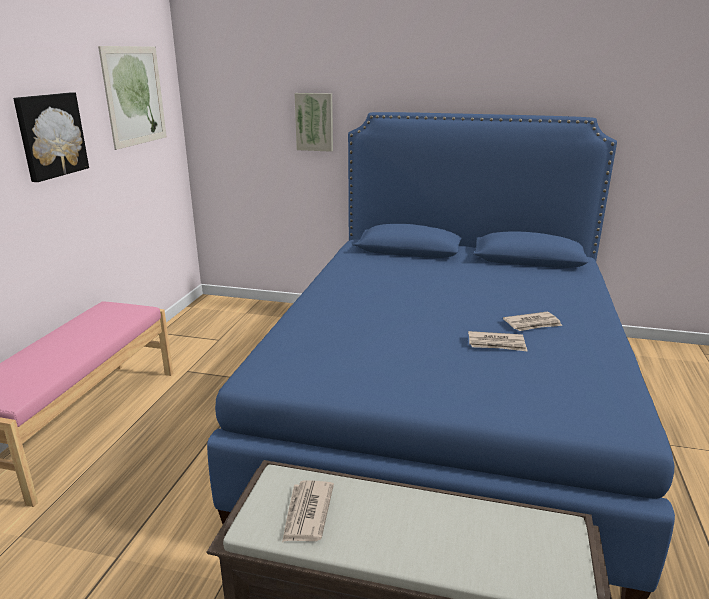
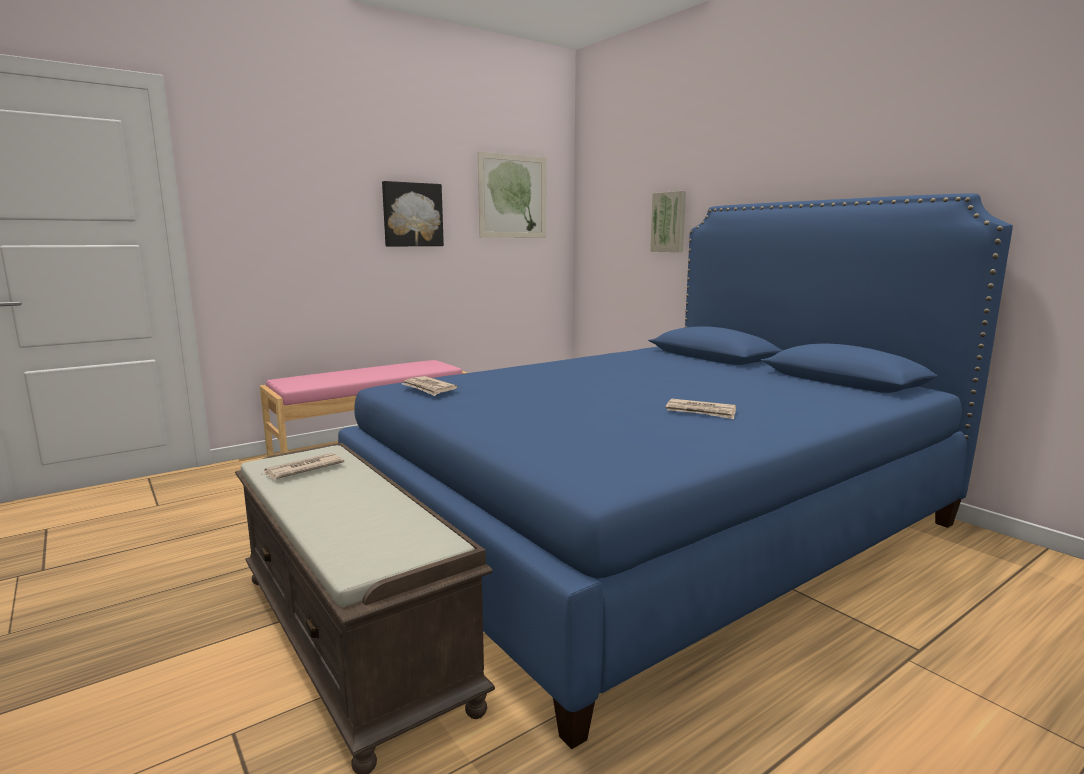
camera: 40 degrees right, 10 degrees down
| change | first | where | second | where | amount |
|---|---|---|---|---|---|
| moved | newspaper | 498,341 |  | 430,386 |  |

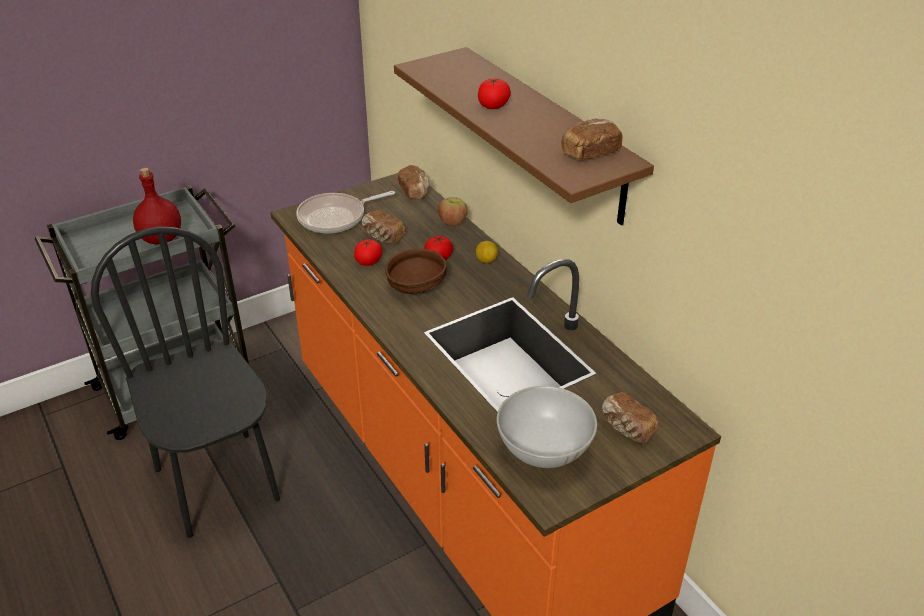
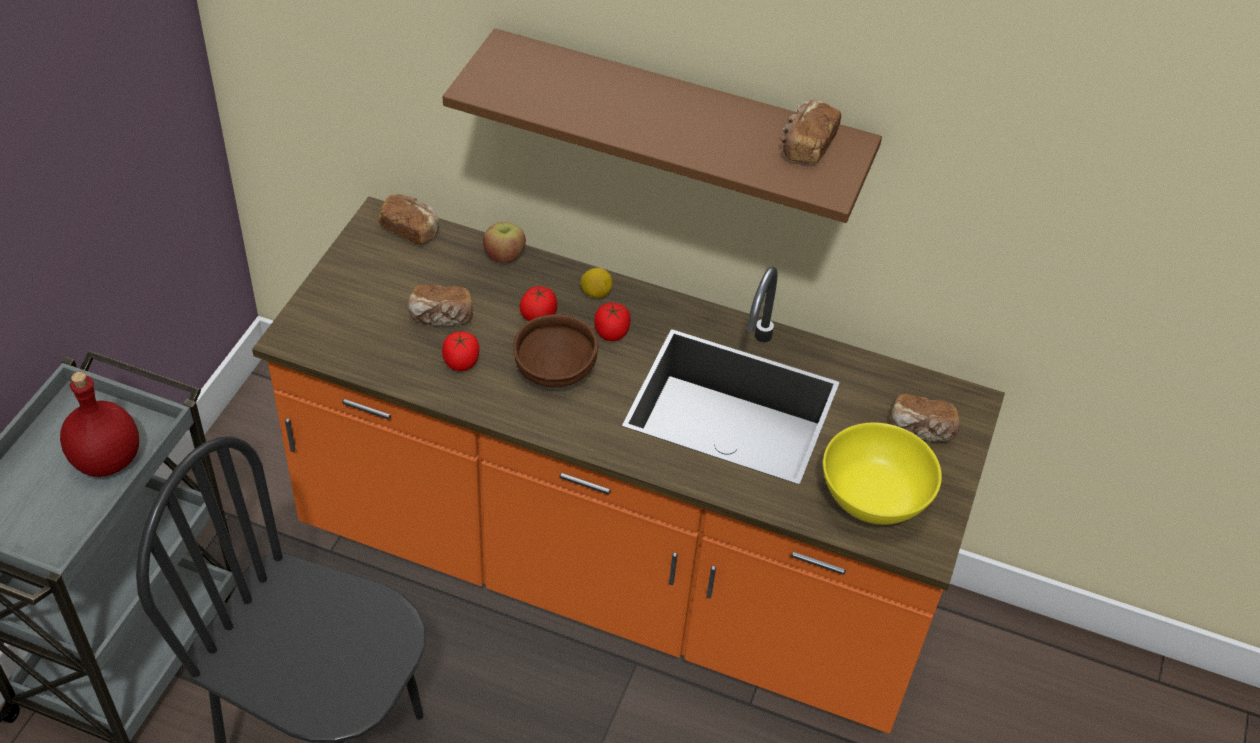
camera: 40 degrees left, 10 degrees up
| change | first | where | second | where | amount |
|---|---|---|---|---|---|
| removed | frying pan | 345,212 |  |  |  |
| moved | tomato | 494,94 |  | 612,321 |  |
| recoloured | white bowl | 547,427 | yellow bowl | 882,474 |  |

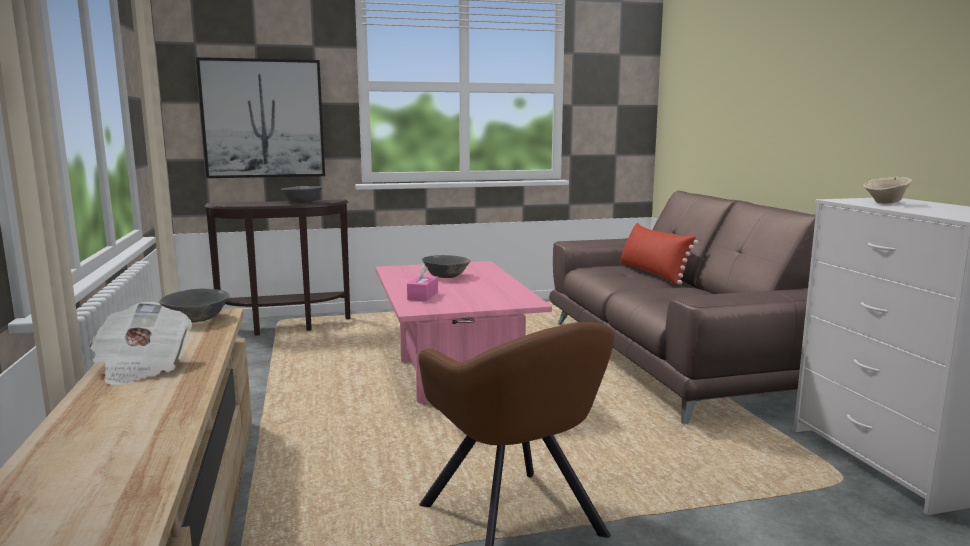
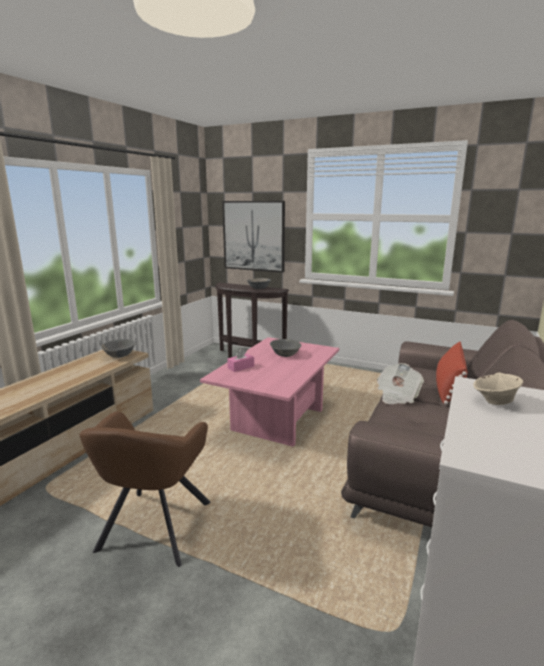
camera: 40 degrees right, 5 degrees up
| change | first | where | second | where | amount |
|---|---|---|---|---|---|
| moved | newspaper | 141,343 |  | 400,383 |  |

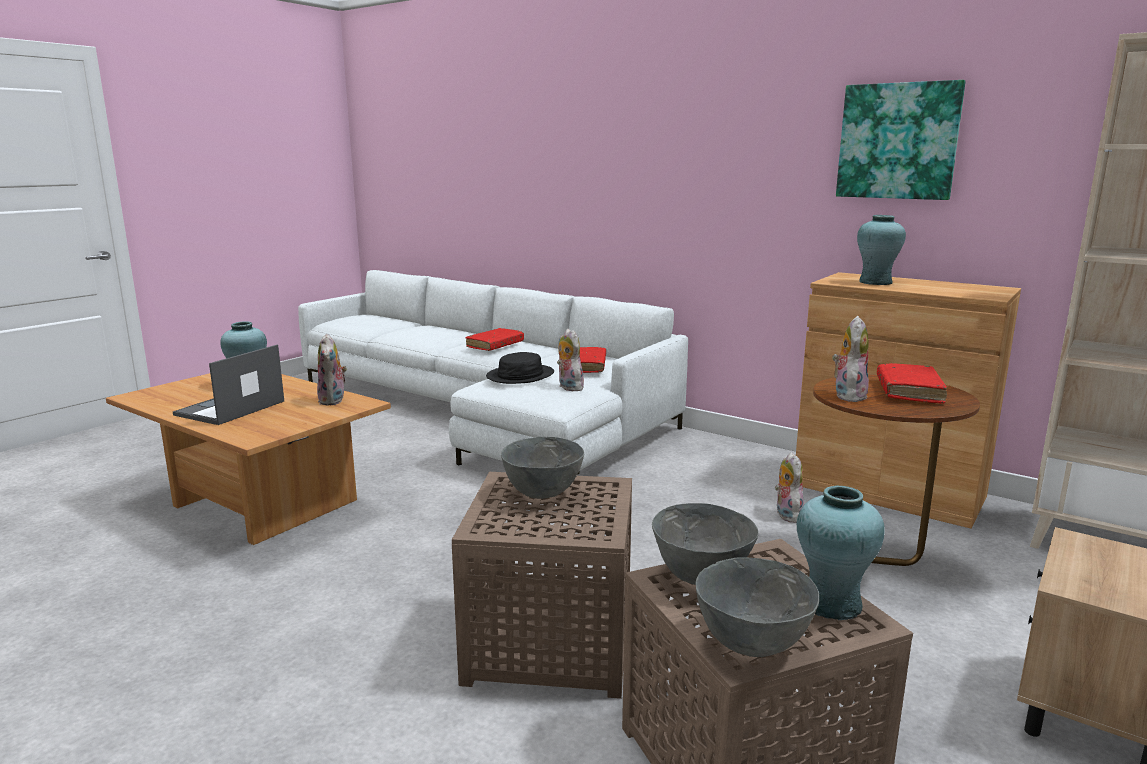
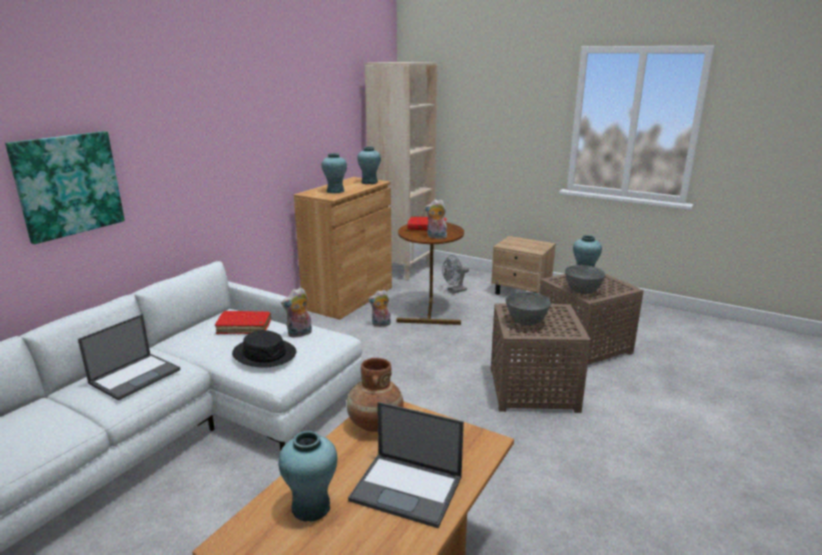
camera: 95 degrees left, 5 degrees up
| change | first | where | second | where | amount |
|---|---|---|---|---|---|
| removed | grey bowl | 757,607 |  |  |  |
| added |  |  | turquoise vase | 369,165 |  |
| added |  |  | grey fan | 455,274 |  |
| moved | picture | 901,140 |  | 65,187 |  |
| replaced | plush toy | 332,370 | brown vase | 375,395 |  |
| replaced | red book | 495,339 | laptop | 129,357 |  |

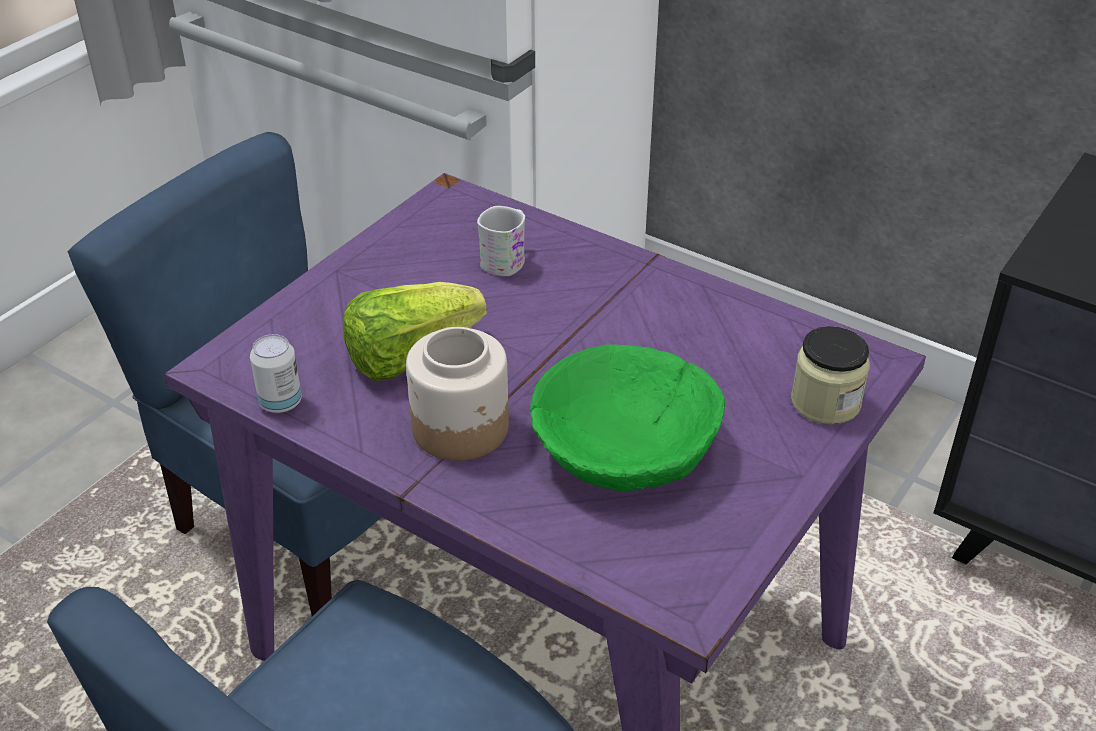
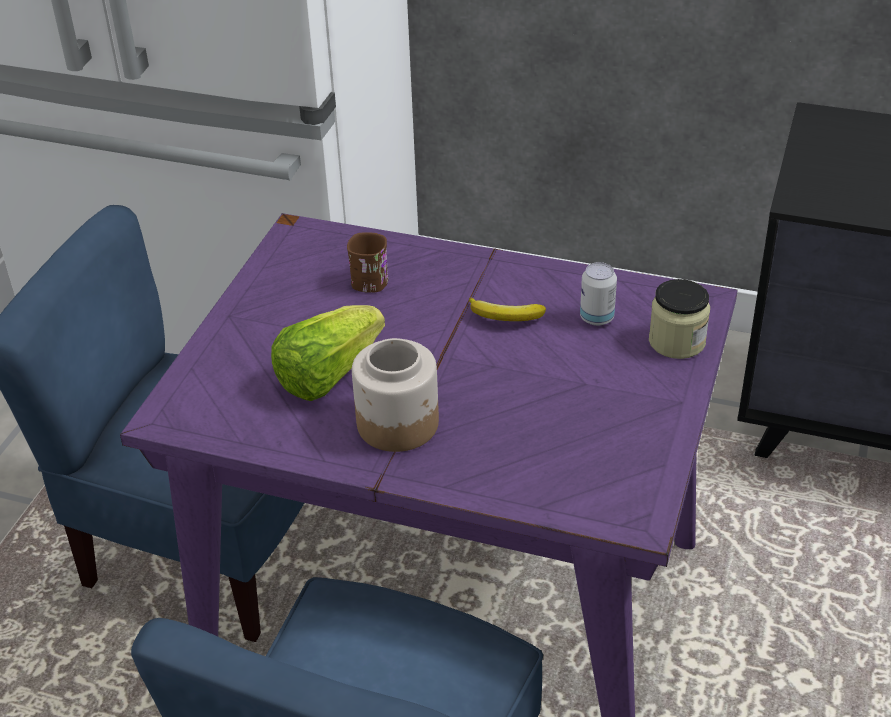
camera: 15 degrees left, 0 degrees up
| change | first | where | second | where | amount |
|---|---|---|---|---|---|
| removed | green bowl | 627,417 |  |  |  |
| added |  |  | banana | 507,309 |  |
| moved | can | 276,373 |  | 598,294 |  |
| recoloured | white mug | 501,241 | brown mug | 367,262 |  |

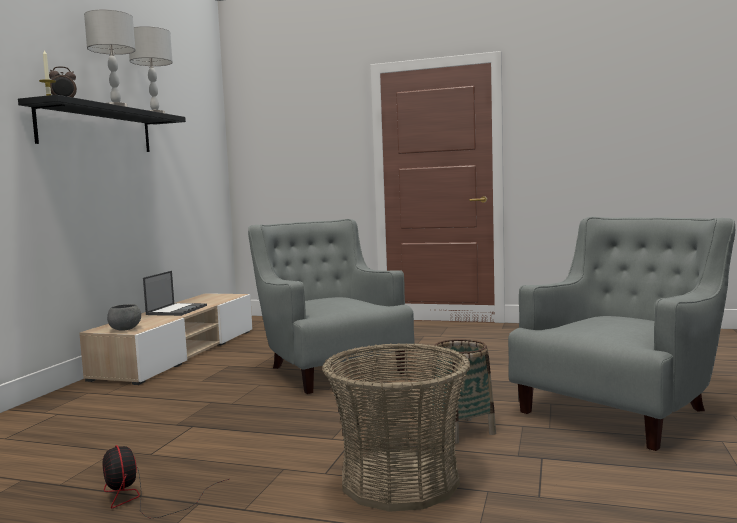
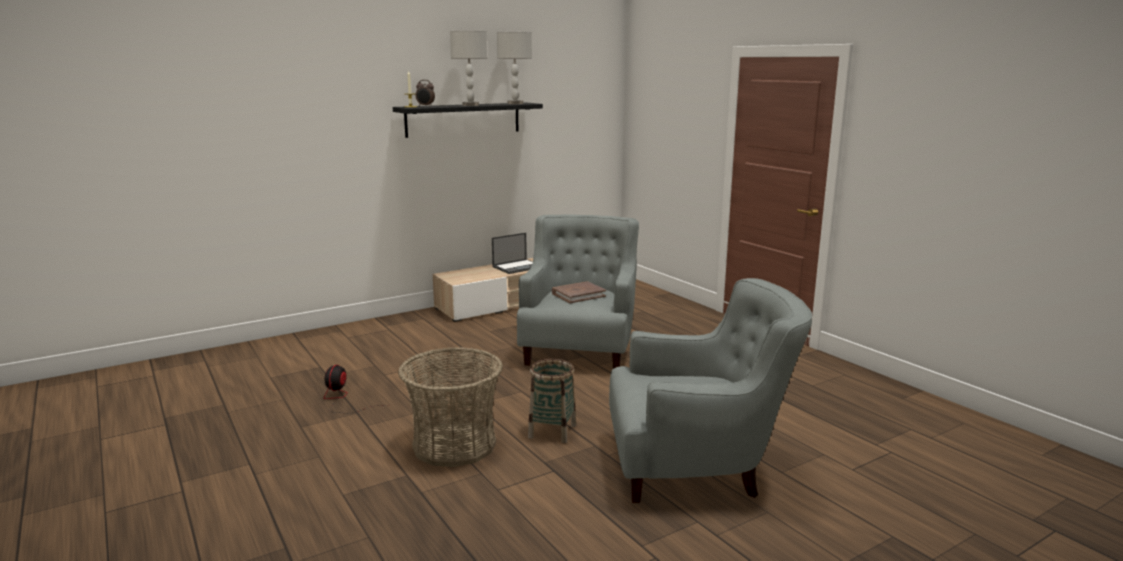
camera: 40 degrees right, 10 degrees up
| change | first | where | second | where | amount |
|---|---|---|---|---|---|
| removed | grey bowl | 124,317 |  |  |  |
| added |  |  | brown book | 579,292 |  |

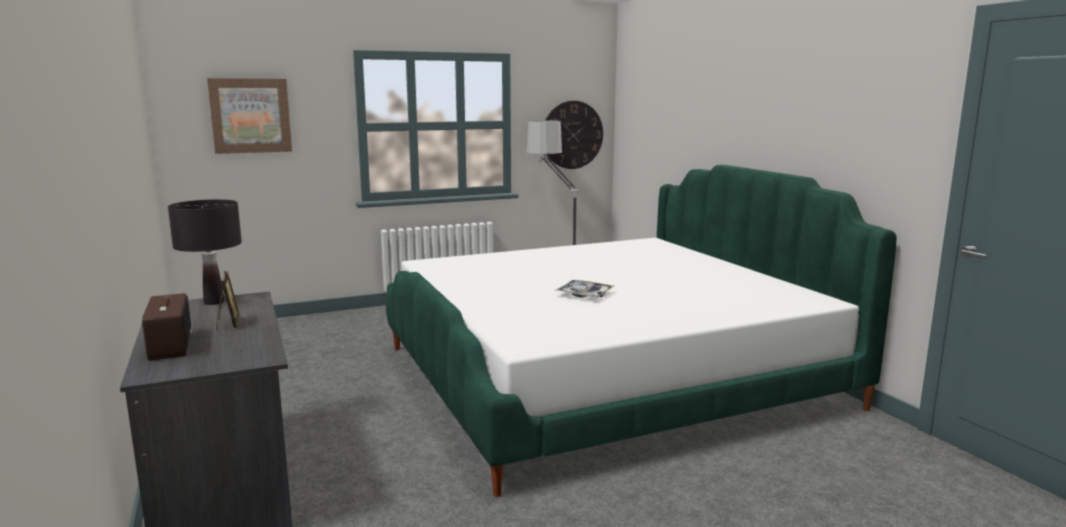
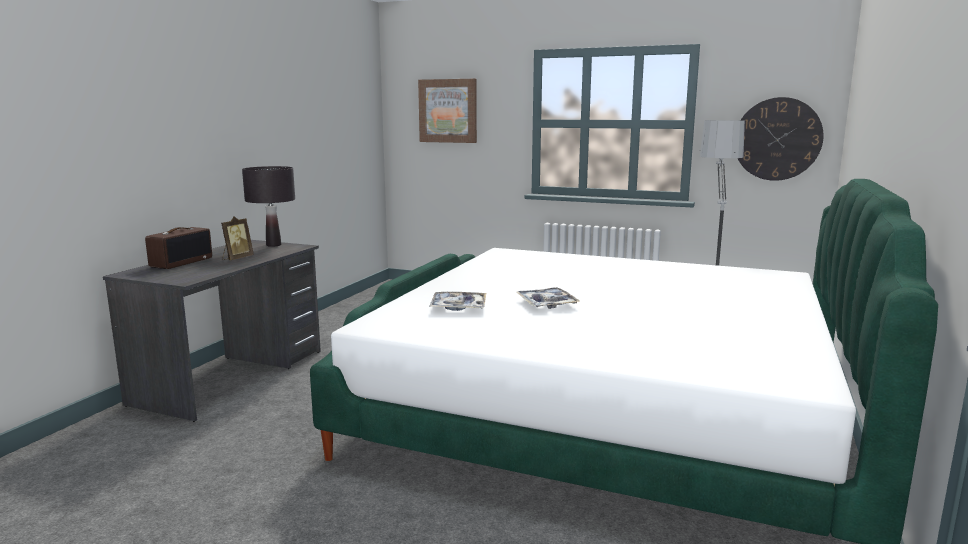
camera: 45 degrees right, 0 degrees up
| change | first | where | second | where | amount |
|---|---|---|---|---|---|
| added |  |  | tray | 457,301 |  |

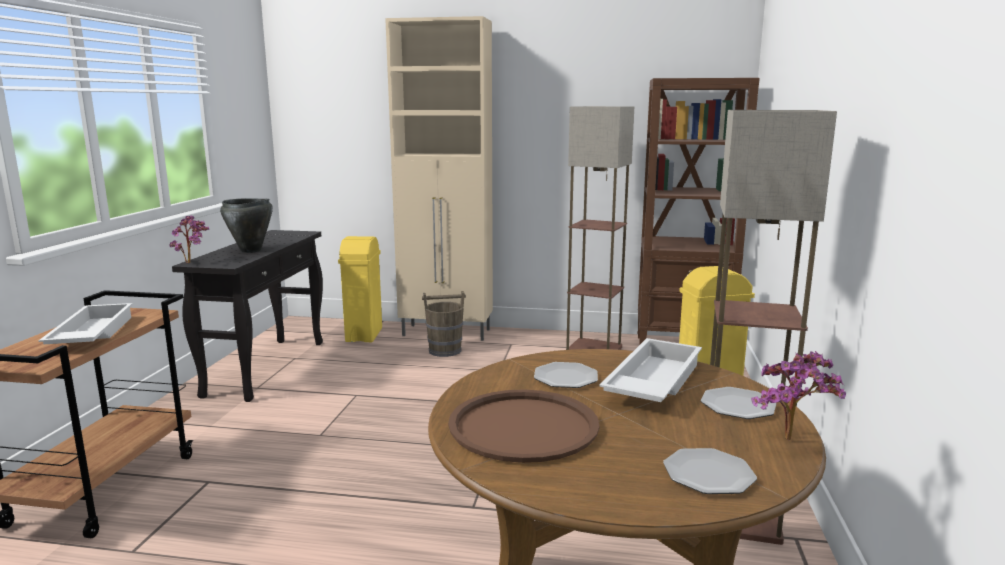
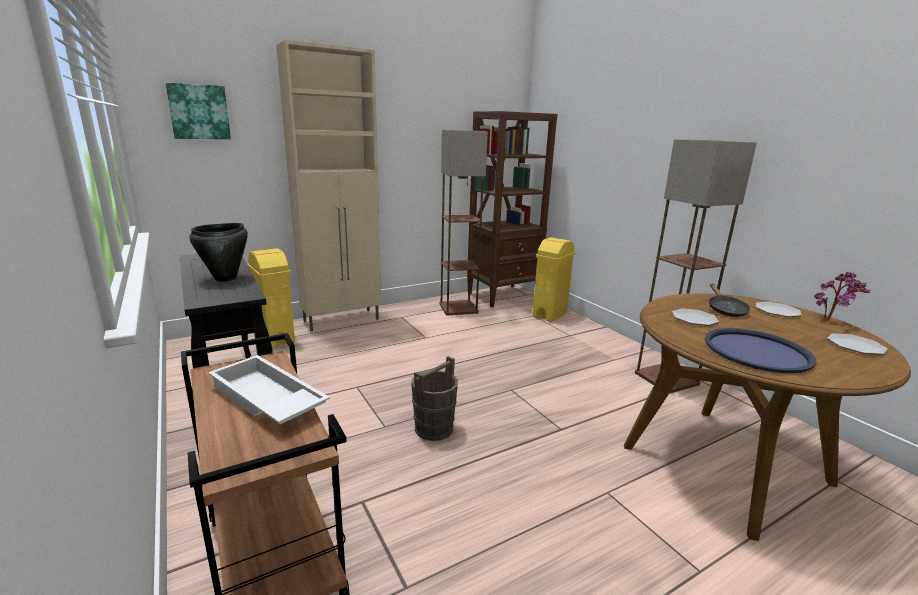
camera: 40 degrees left, 5 degrees up
| change | first | where | second | where | amount |
|---|---|---|---|---|---|
| removed | potted plant | 189,239 |  |  |  |
| added |  |  | picture | 198,111 |  |
| moved | brown bucket | 444,324 |  | 434,398 |  |
| replaced | white tray | 650,370 | black frying pan | 729,300 |  |
| recoloured | brown tray | 524,426 | blue tray | 761,350 |  |

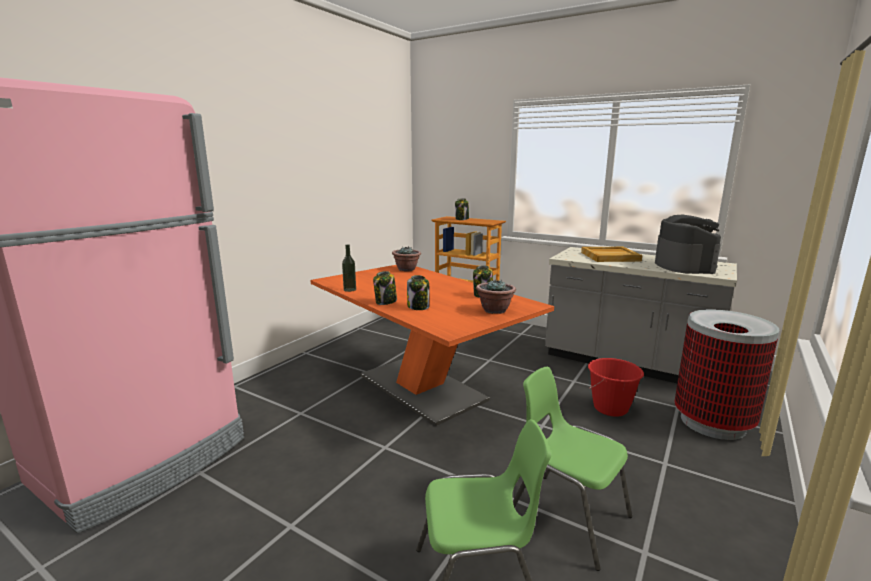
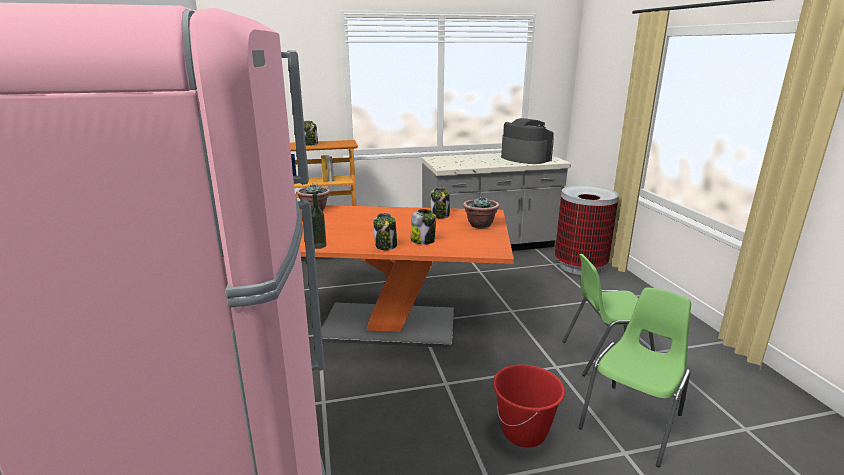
camera: 45 degrees left, 5 degrees up
| change | first | where | second | where | amount |
|---|---|---|---|---|---|
| removed | beige tray | 612,254 |  |  |  |
| moved | red bucket | 616,387 |  | 529,406 |  |

